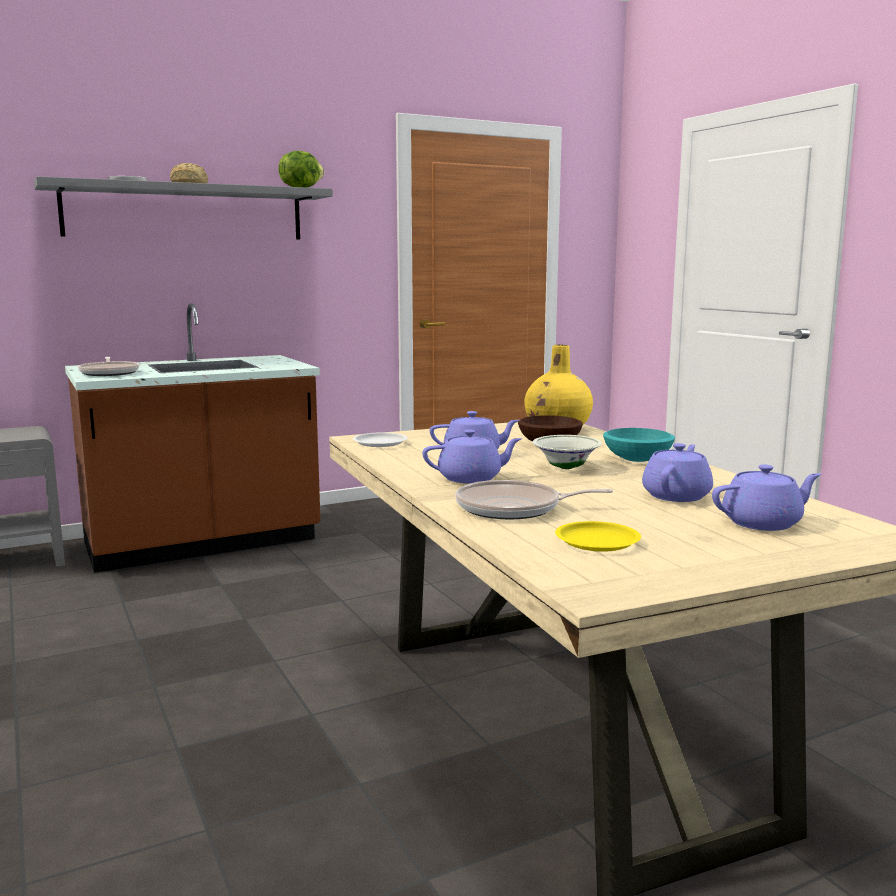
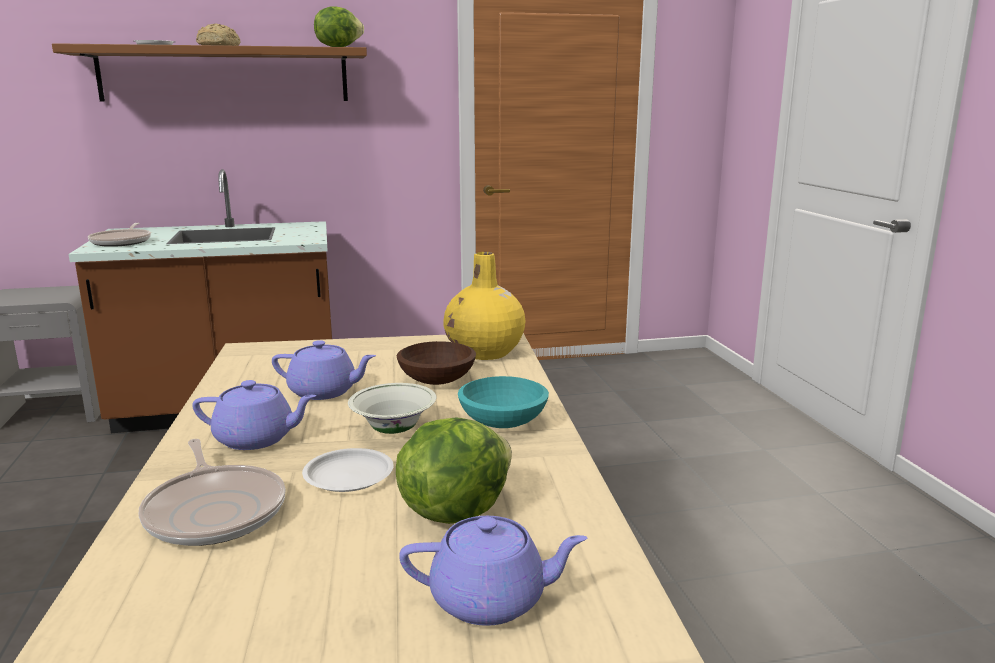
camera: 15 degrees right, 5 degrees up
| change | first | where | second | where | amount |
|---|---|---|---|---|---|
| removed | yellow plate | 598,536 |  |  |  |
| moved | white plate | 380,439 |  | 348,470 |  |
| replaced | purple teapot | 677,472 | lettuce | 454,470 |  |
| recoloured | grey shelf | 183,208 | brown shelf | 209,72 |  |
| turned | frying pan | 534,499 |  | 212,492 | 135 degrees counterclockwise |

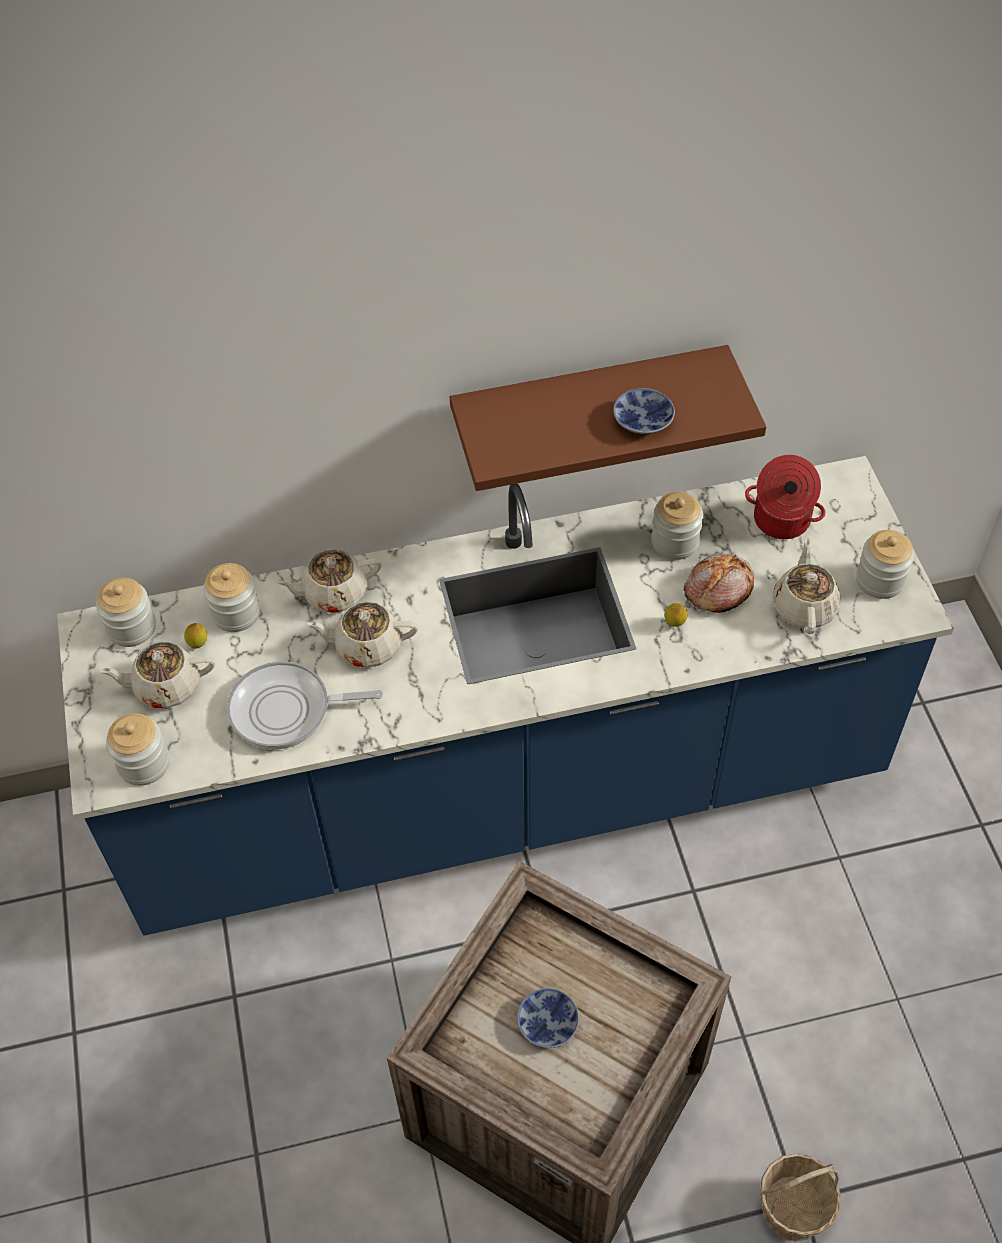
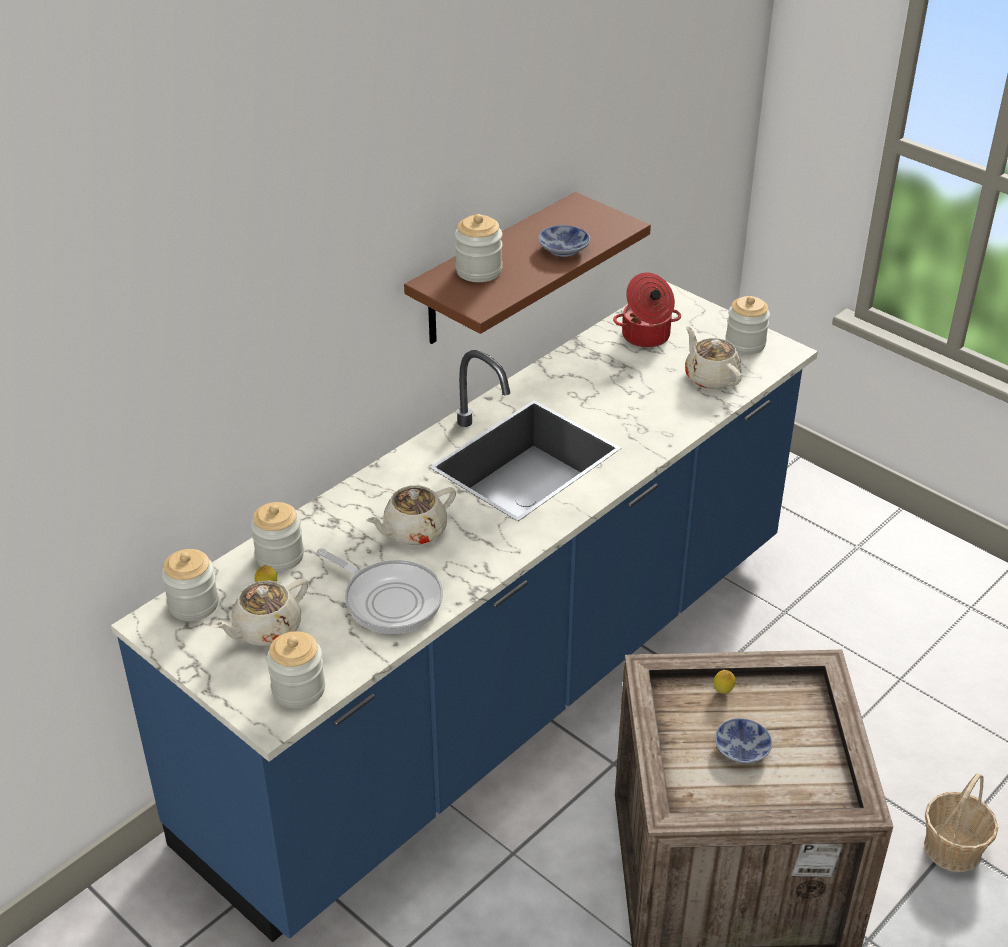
camera: 35 degrees left, 15 degrees down
| change | first | where | second | where | amount |
|---|---|---|---|---|---|
| removed | beige teapot | 328,581 |  |  |  |
| removed | bread | 719,583 |  |  |  |
| moved | jar | 677,526 |  | 478,248 |  |
| moved | lemon | 676,615 |  | 725,682 |  |
| turned | frying pan | 305,706 |  | 379,591 | 105 degrees counterclockwise |

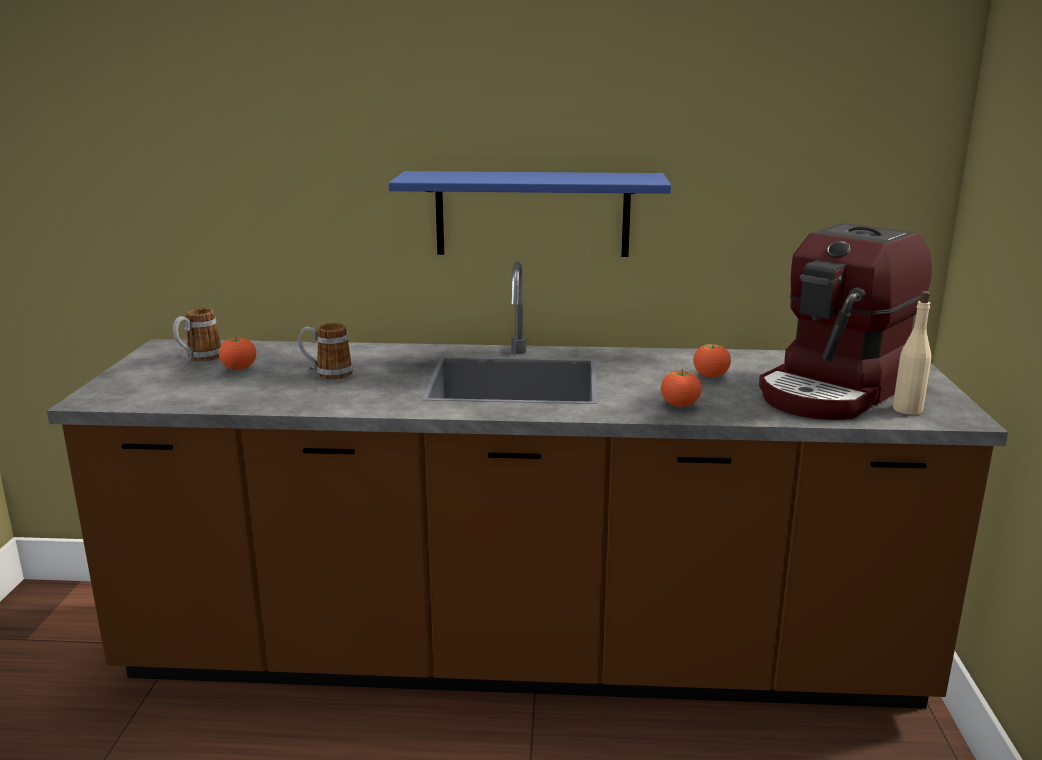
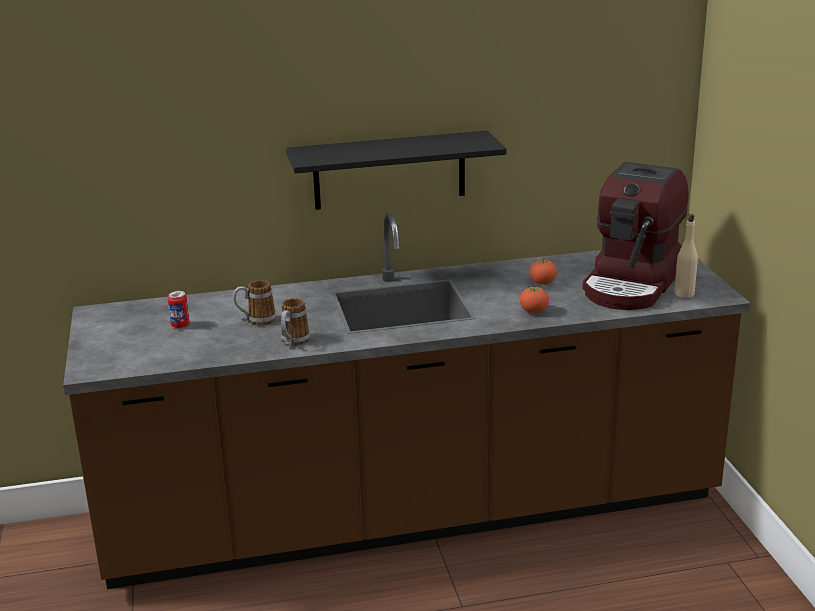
camera: 15 degrees left, 5 degrees up
| change | first | where | second | where | amount |
|---|---|---|---|---|---|
| moved | mug | 197,334 |  | 295,322 |  |
| replaced | tomato | 237,352 | can | 179,310 |  |
| recoloured | blue shelf | 529,214 | black shelf | 396,170 |  |

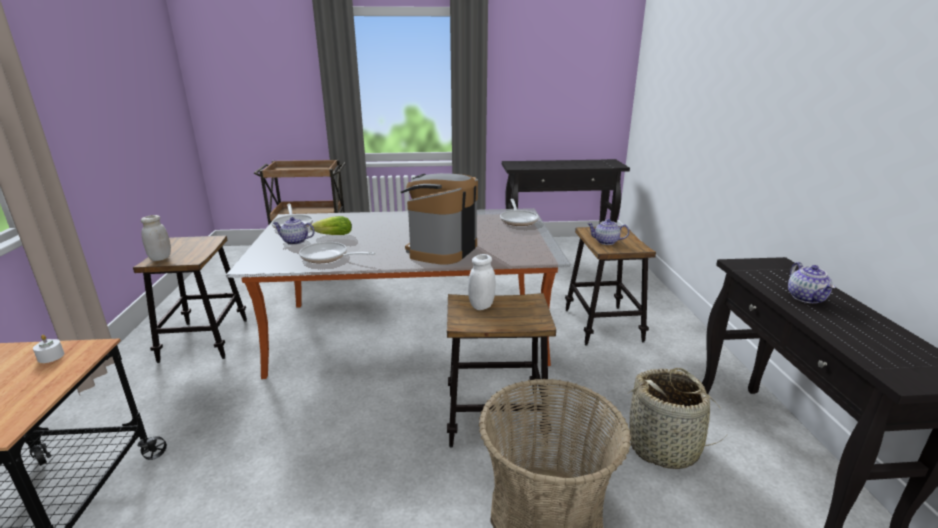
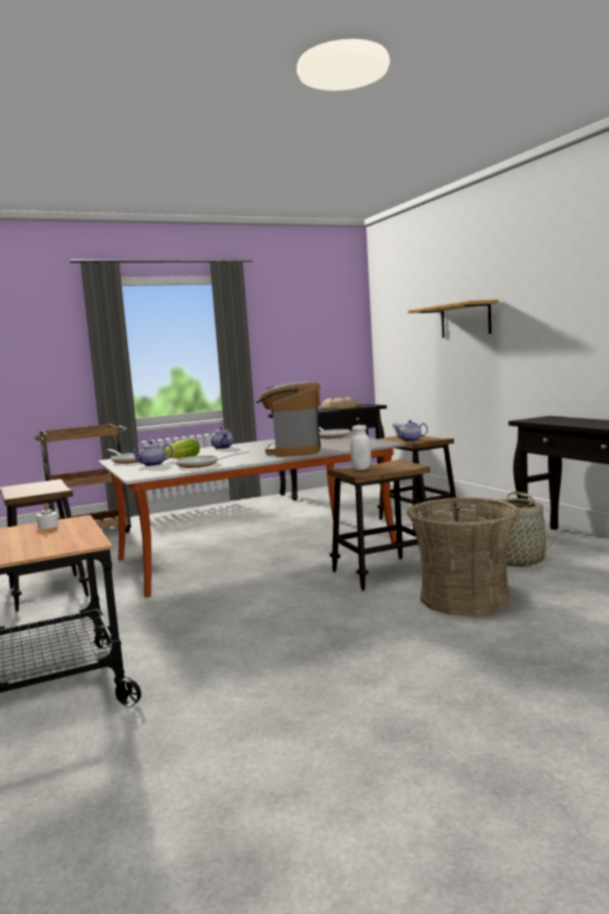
camera: 20 degrees left, 15 degrees down
| change | first | where | second | where | amount |
|---|---|---|---|---|---|
| removed | white jar | 156,238 |  |  |  |
| added |  |  | bread | 340,403 |  |
| added |  |  | shelf | 453,319 |  |
| moved | teapot | 811,282 |  | 222,438 |  |

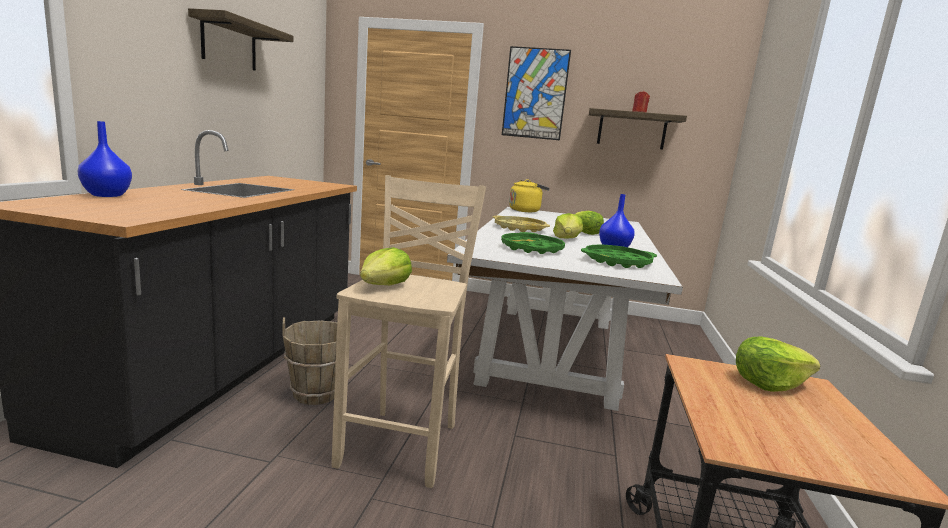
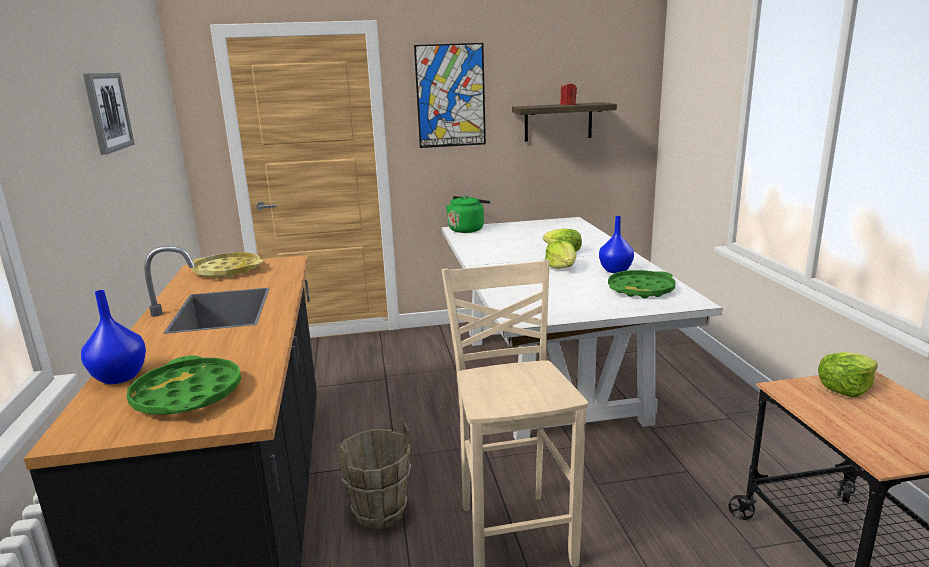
camera: 20 degrees left, 5 degrees up
| change | first | where | second | where | amount |
|---|---|---|---|---|---|
| removed | lettuce | 386,266 |  |  |  |
| moved | yellow tray | 521,224 |  | 227,265 |  |
| moved | green tray | 533,243 |  | 184,385 |  |
| replaced | shelf | 240,39 | picture | 109,114 |  |
| recoloured | yellow kettle | 529,195 | green kettle | 468,214 |  |

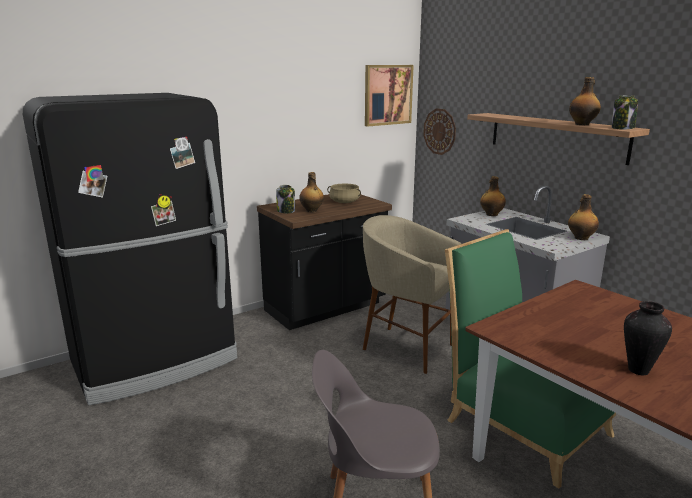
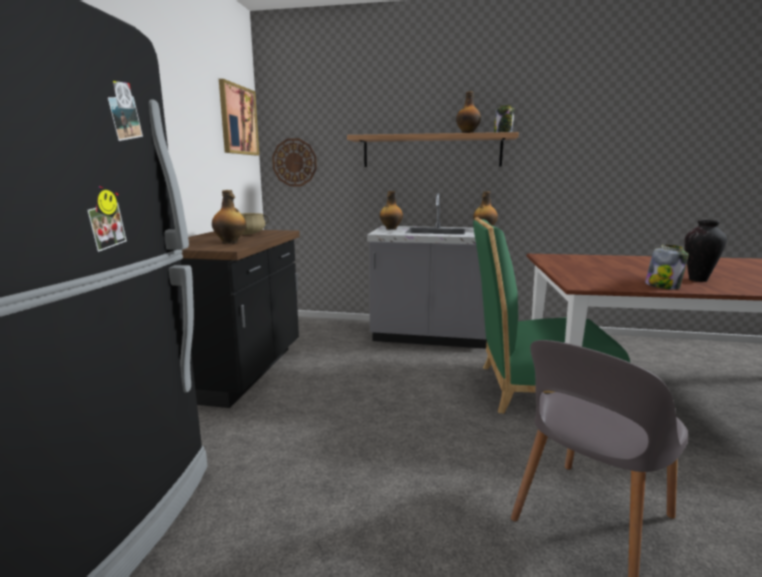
camera: 45 degrees left, 5 degrees down
| change | first | where | second | where | amount |
|---|---|---|---|---|---|
| removed | beige stool | 412,294 |  |  |  |
| moved | jar | 285,199 |  | 667,267 |  |

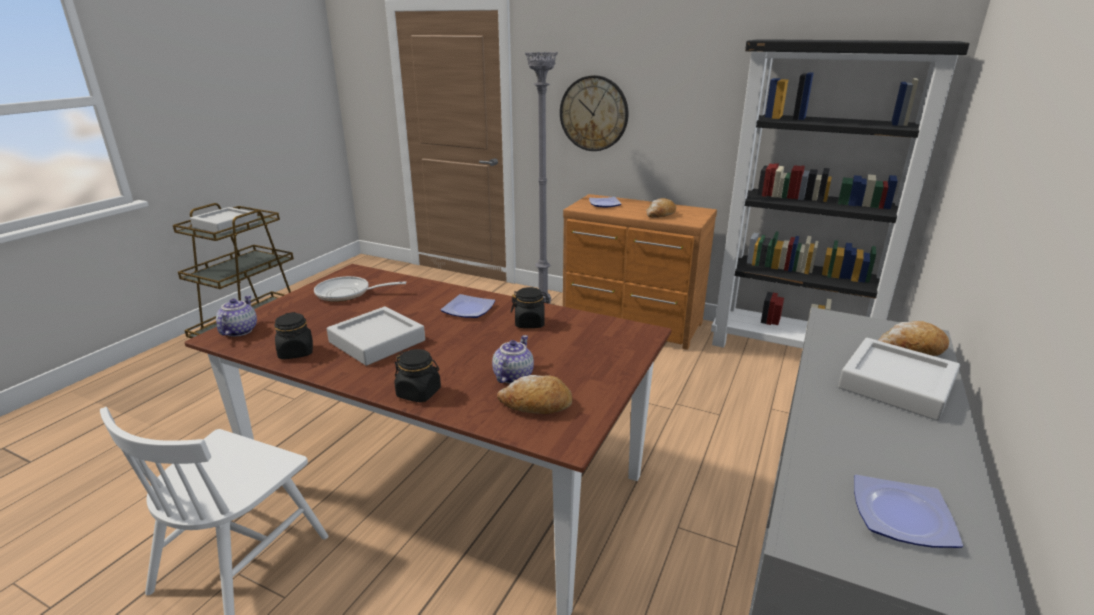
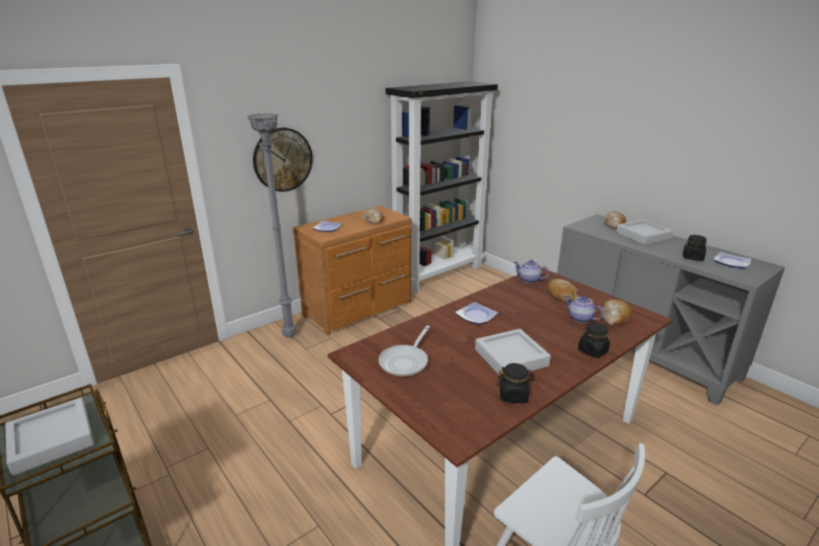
camera: 65 degrees left, 0 degrees up
| change | first | where | second | where | amount |
|---|---|---|---|---|---|
| added |  |  | bread | 563,291 |  |
| moved | teapot | 236,316 |  | 531,271 |  |
| moved | black jar | 530,307 |  | 695,248 |  |

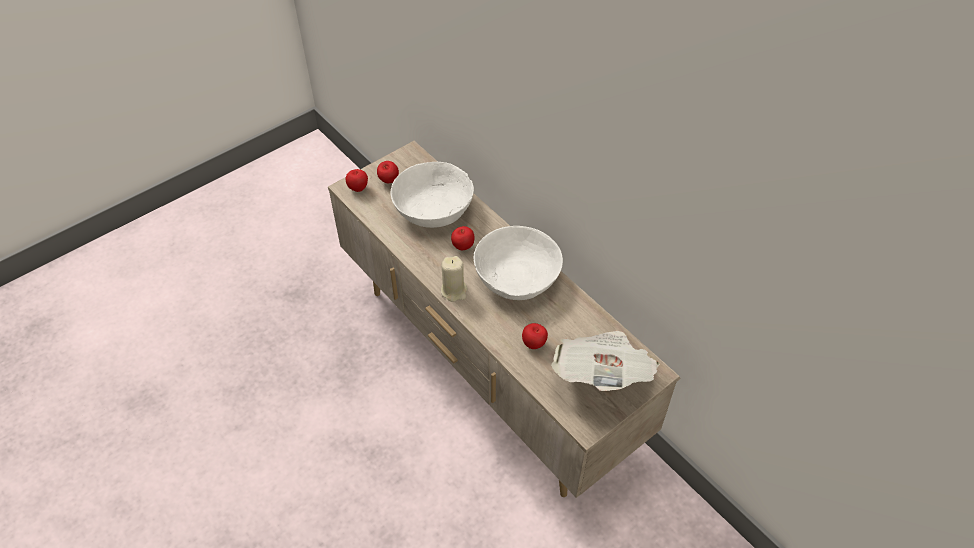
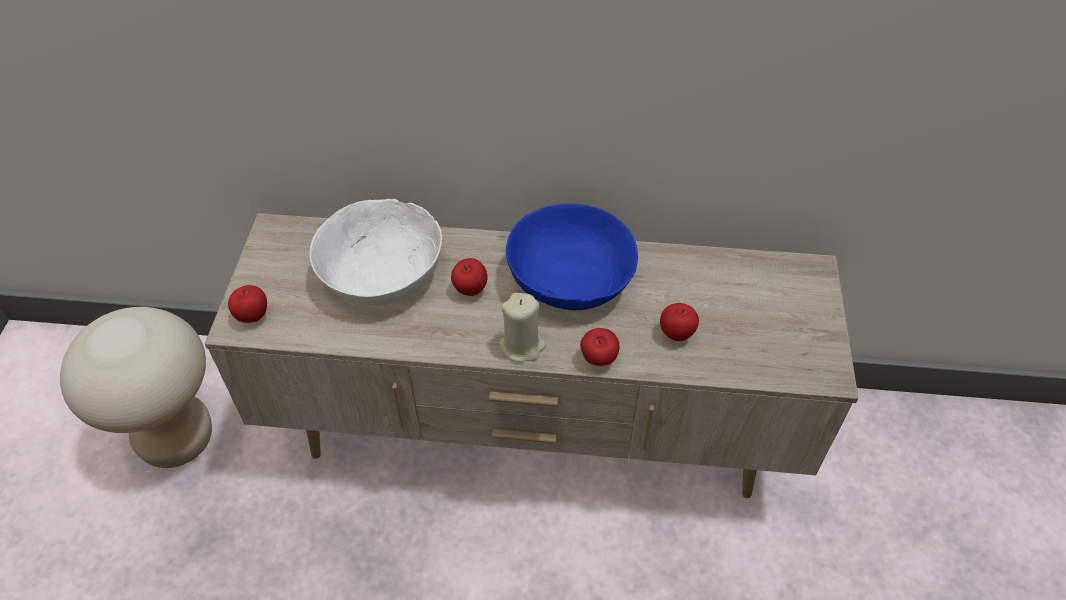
camera: 45 degrees left, 0 degrees up
| change | first | where | second | where | amount |
|---|---|---|---|---|---|
| removed | newspaper | 605,361 |  |  |  |
| added |  |  | beige stool | 136,387 |  |
| moved | apple | 388,172 |  | 600,347 |  |
| recoloured | white bowl | 518,263 | blue bowl | 572,257 |  |

